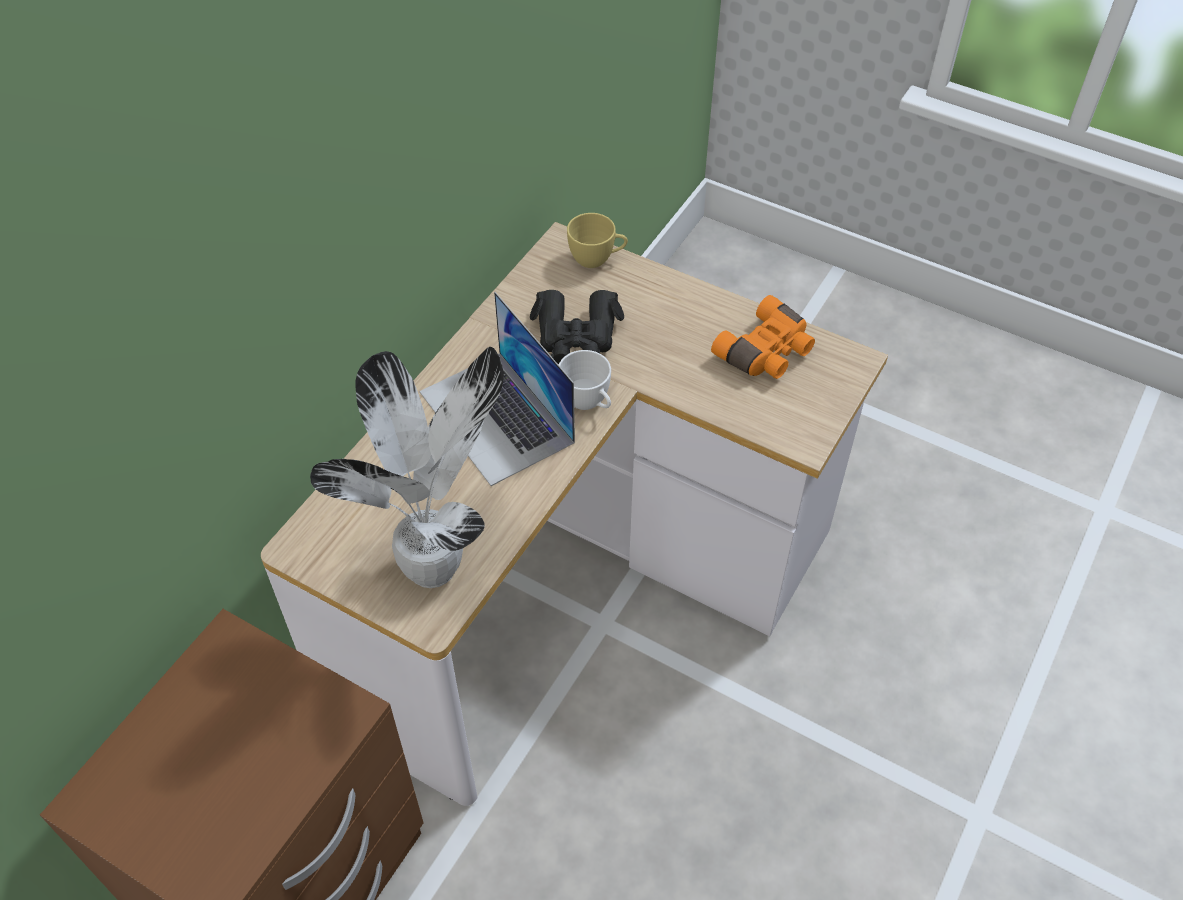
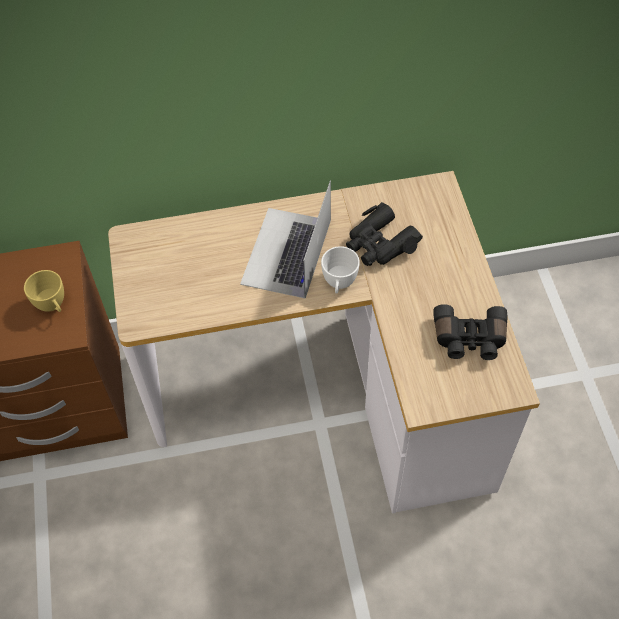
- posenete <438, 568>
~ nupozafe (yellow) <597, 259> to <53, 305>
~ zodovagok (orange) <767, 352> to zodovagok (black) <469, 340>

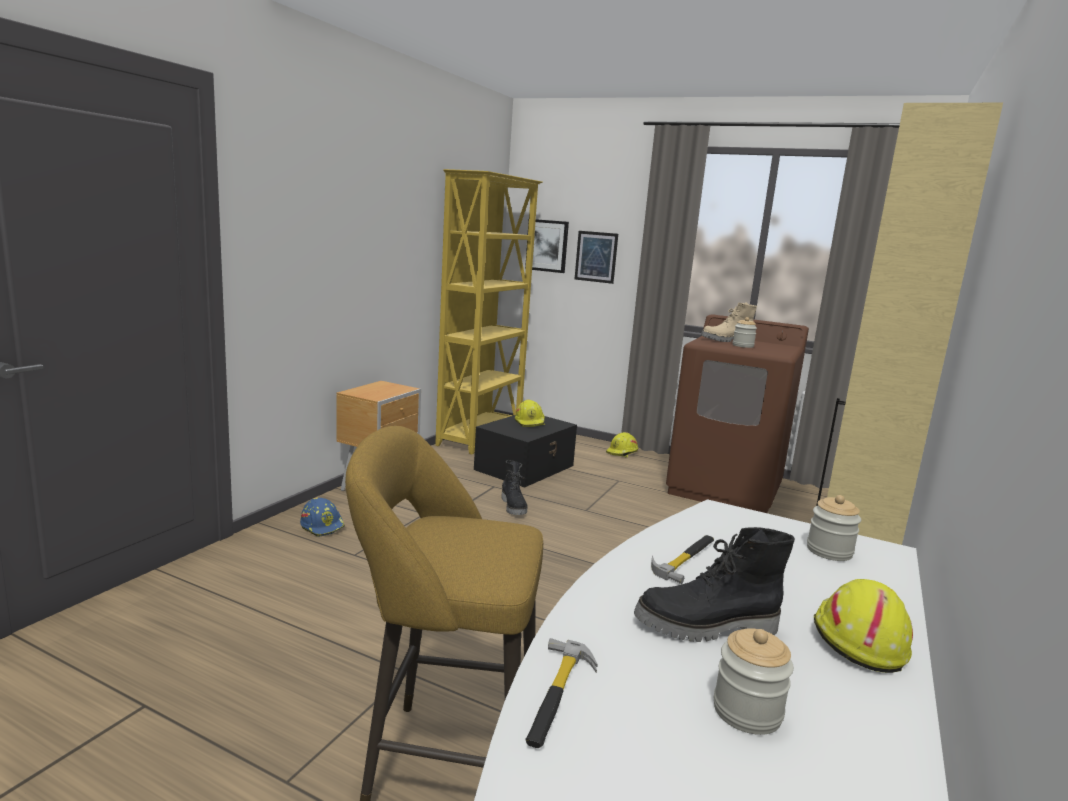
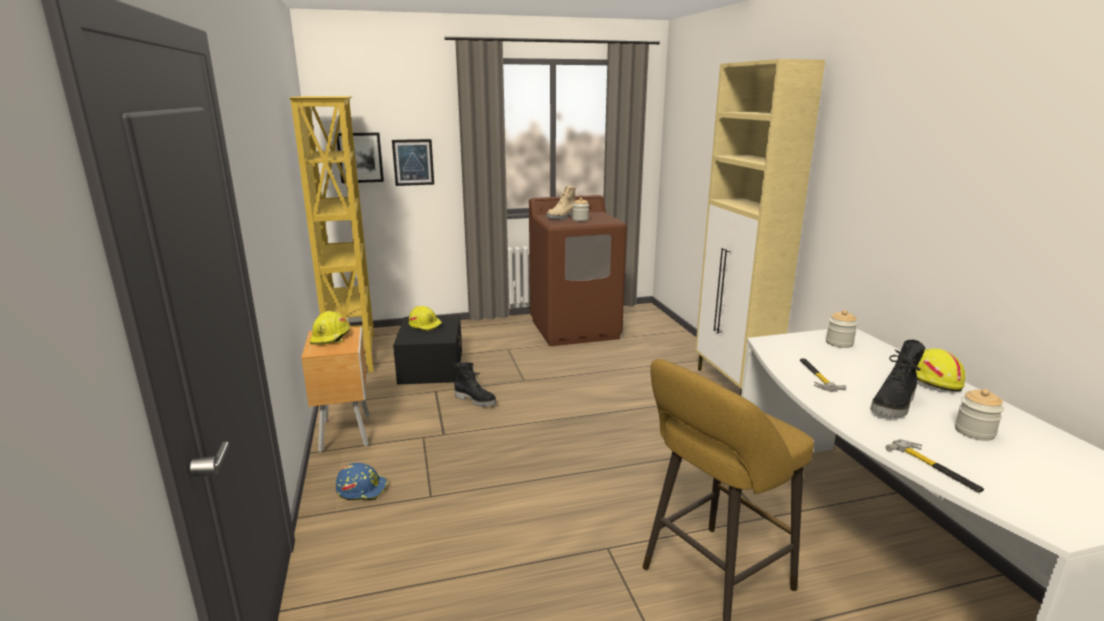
~ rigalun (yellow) <622, 452> to <331, 337>

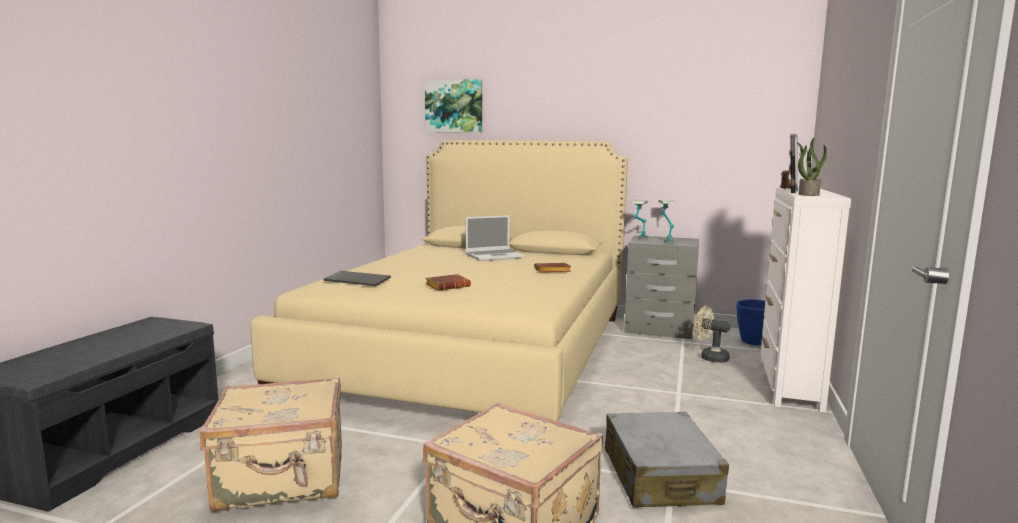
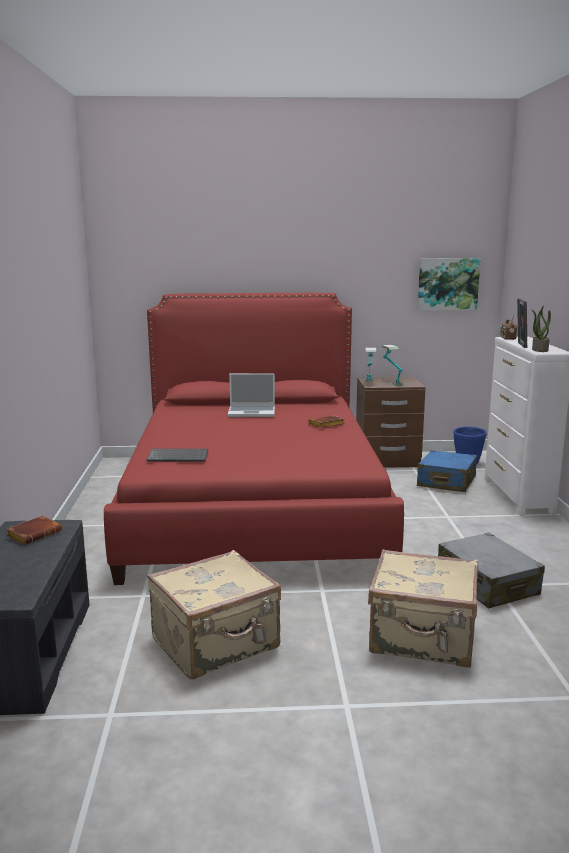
~ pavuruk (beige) <474, 352> to pavuruk (red) <253, 505>
~ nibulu <454, 106> to <448, 284>
~ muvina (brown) <448, 286> to <34, 534>
~ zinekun <494, 256> = <252, 412> 45 degrees clockwise
~ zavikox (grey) <659, 329> to zavikox (brown) <387, 460>
~ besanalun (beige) <709, 357> to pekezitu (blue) <446, 482>

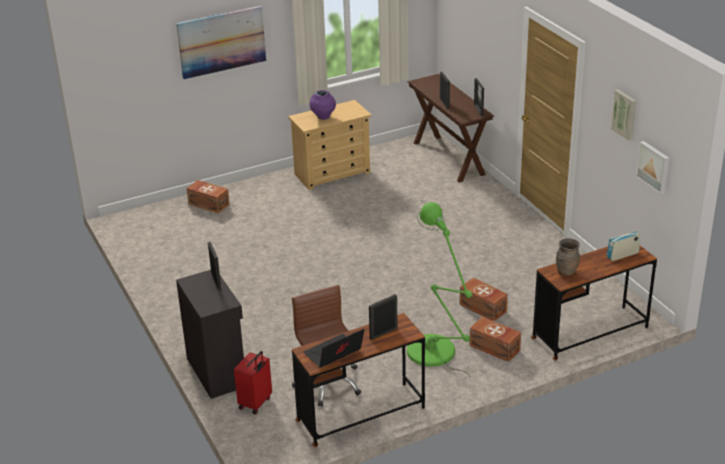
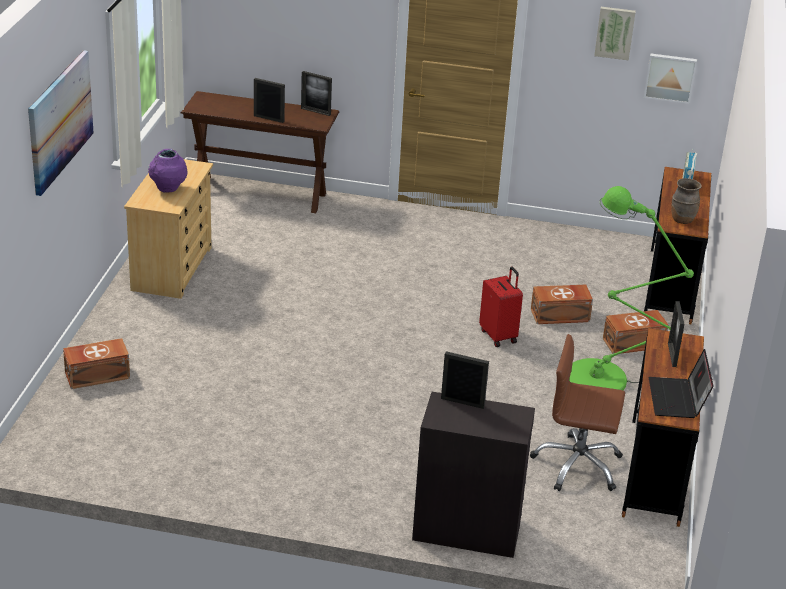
~ pekezitu (red) <256, 403> to <499, 336>

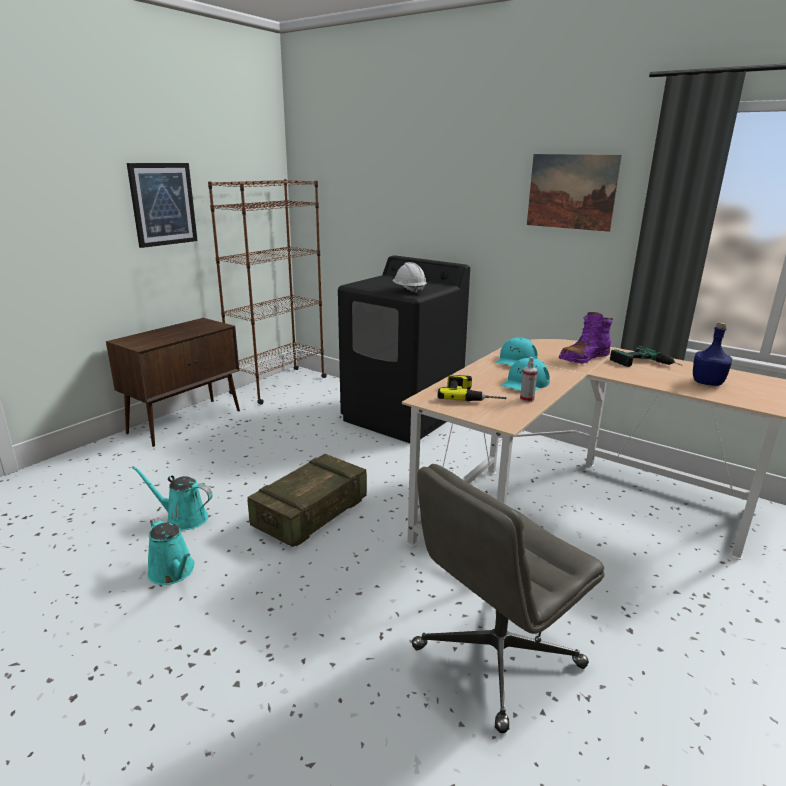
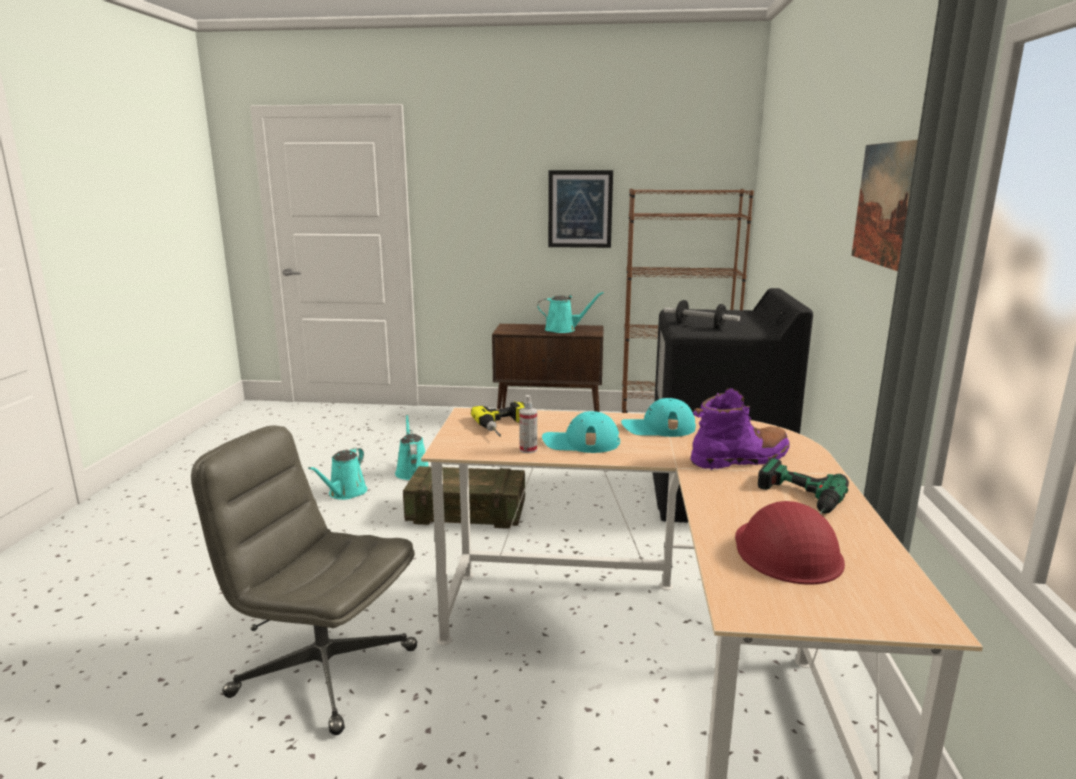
~ rigalun (white) <409, 290> to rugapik <700, 325>
~ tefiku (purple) <583, 358> = <740, 459> 135 degrees clockwise
~ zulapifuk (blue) <707, 383> to rigalun (red) <787, 551>
+ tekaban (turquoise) <563, 329>

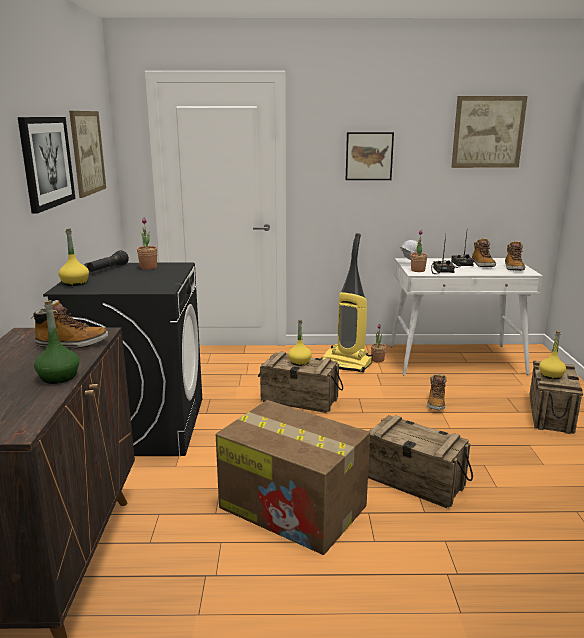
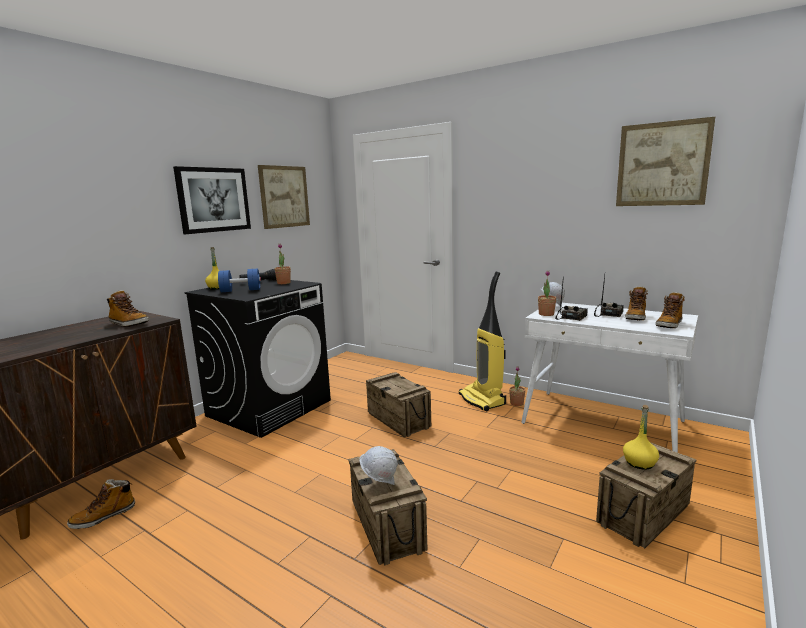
- zulapifuk (green) <58, 377>
- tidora <294, 507>
- zulapifuk (yellow) <299, 362>
- nibulu <369, 156>
~ tefiku <436, 403> to <104, 517>
+ rugapik (blue) <241, 290>
+ rigalun (white) <379, 483>

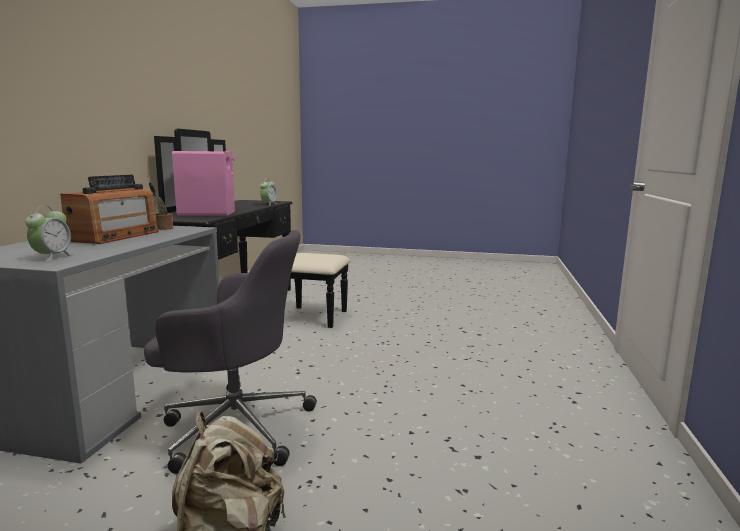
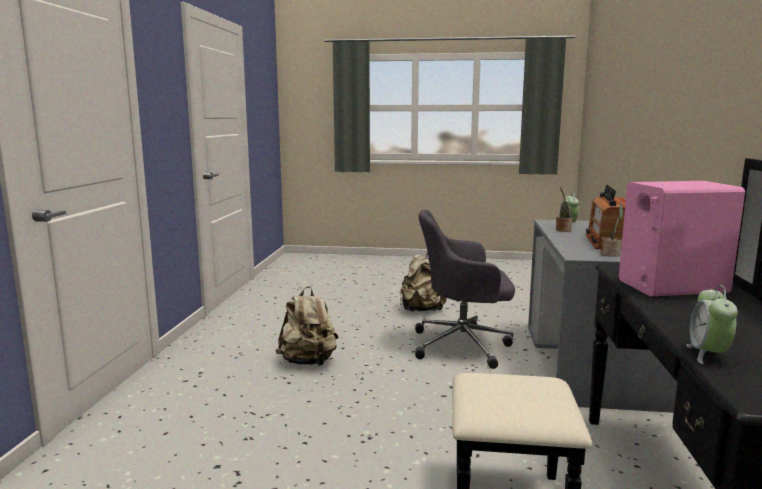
+ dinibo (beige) <308, 362>
+ posenete <562, 230>

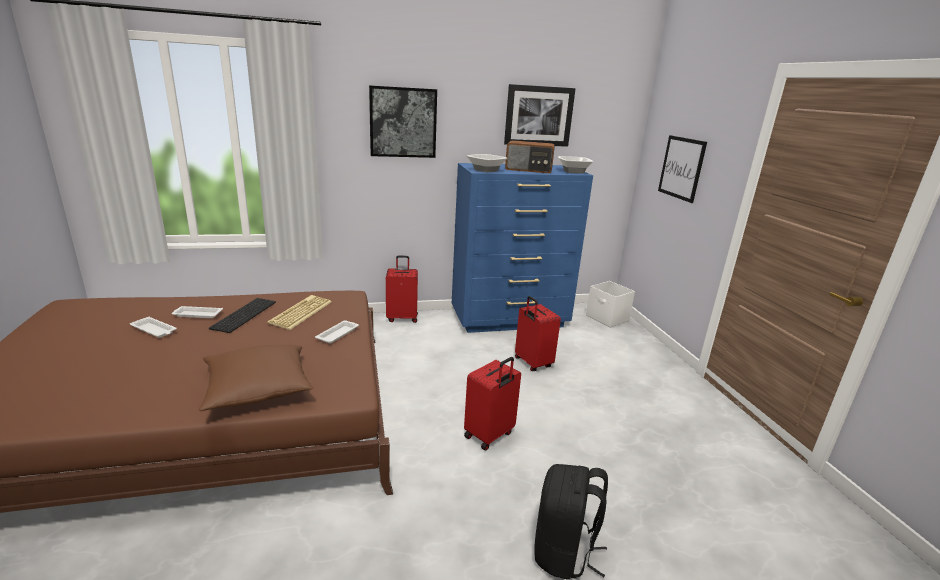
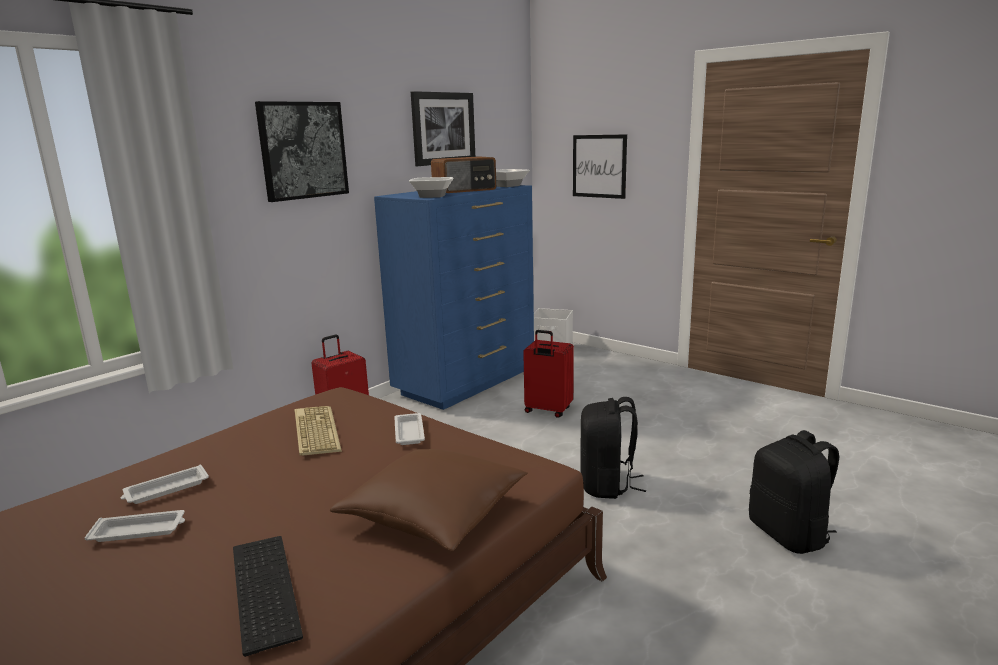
~ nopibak <243, 314> to <261, 589>
~ pekezitu (red) <489, 435> to dinibo (black) <607, 485>

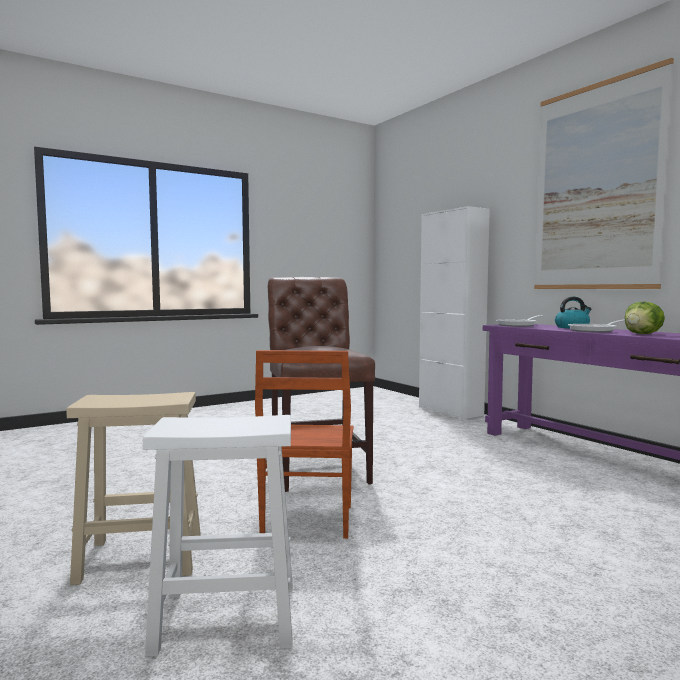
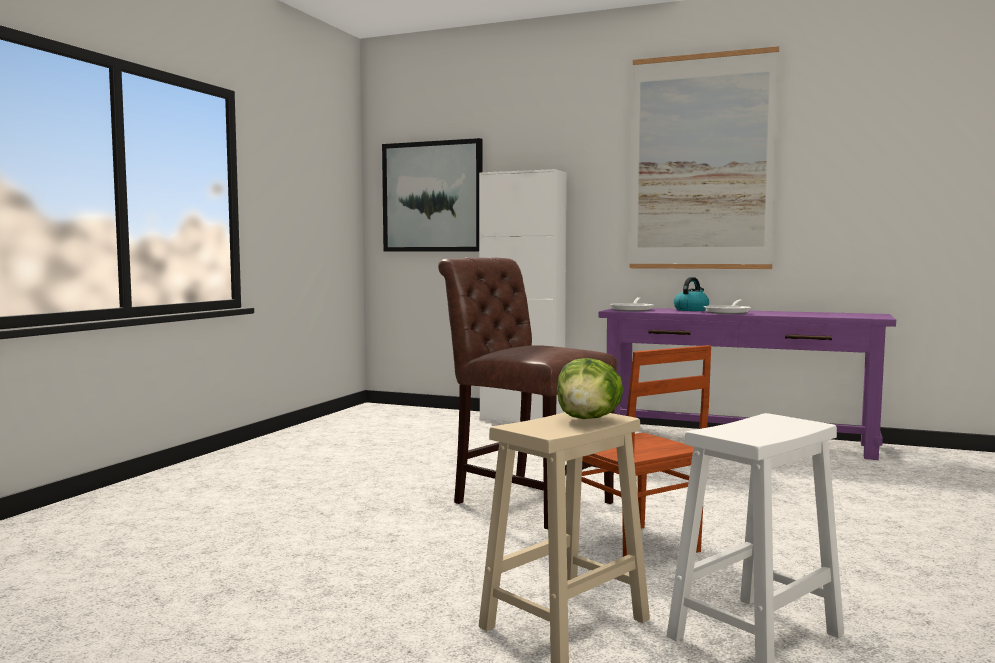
~ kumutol <643, 334> to <588, 419>
+ nibulu <432, 197>

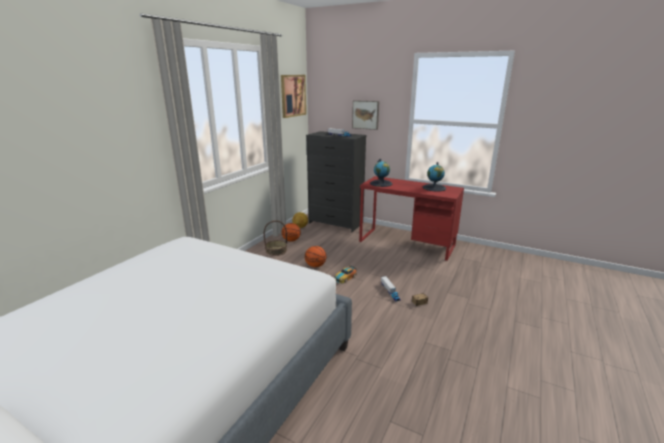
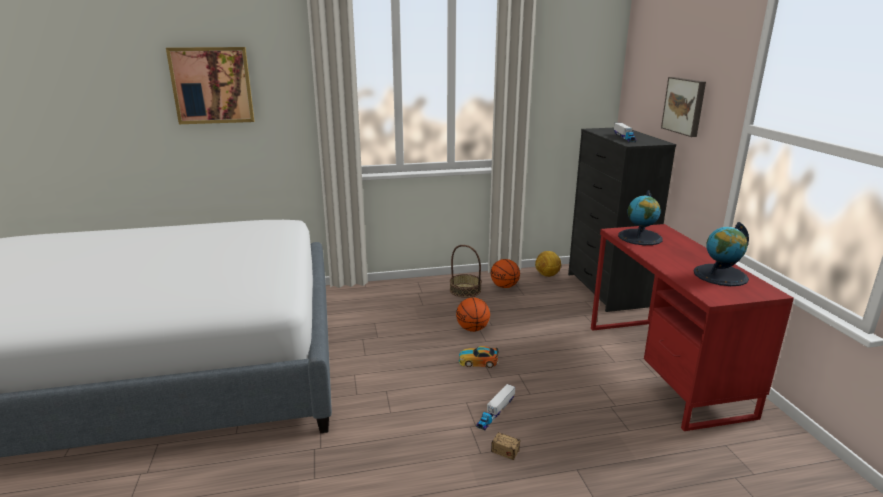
~ nibulu <293, 95> to <212, 85>

